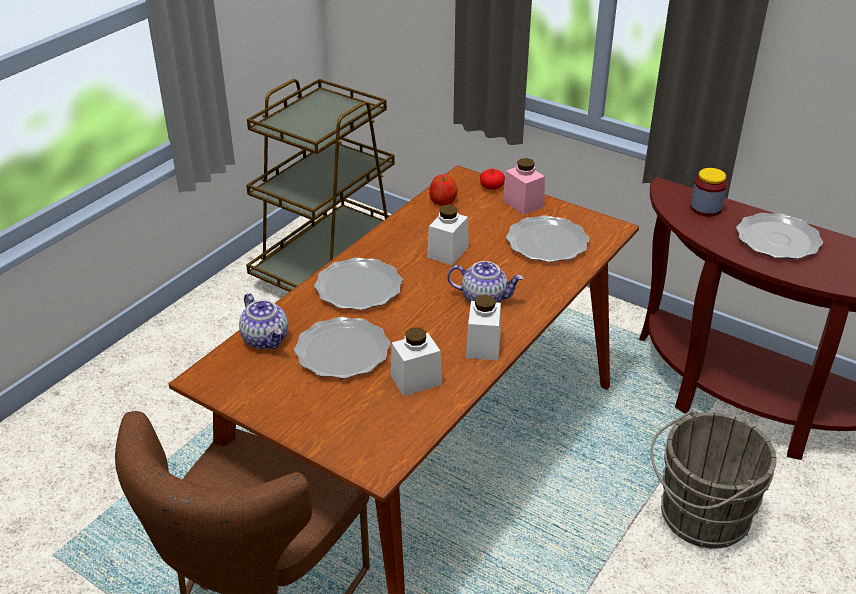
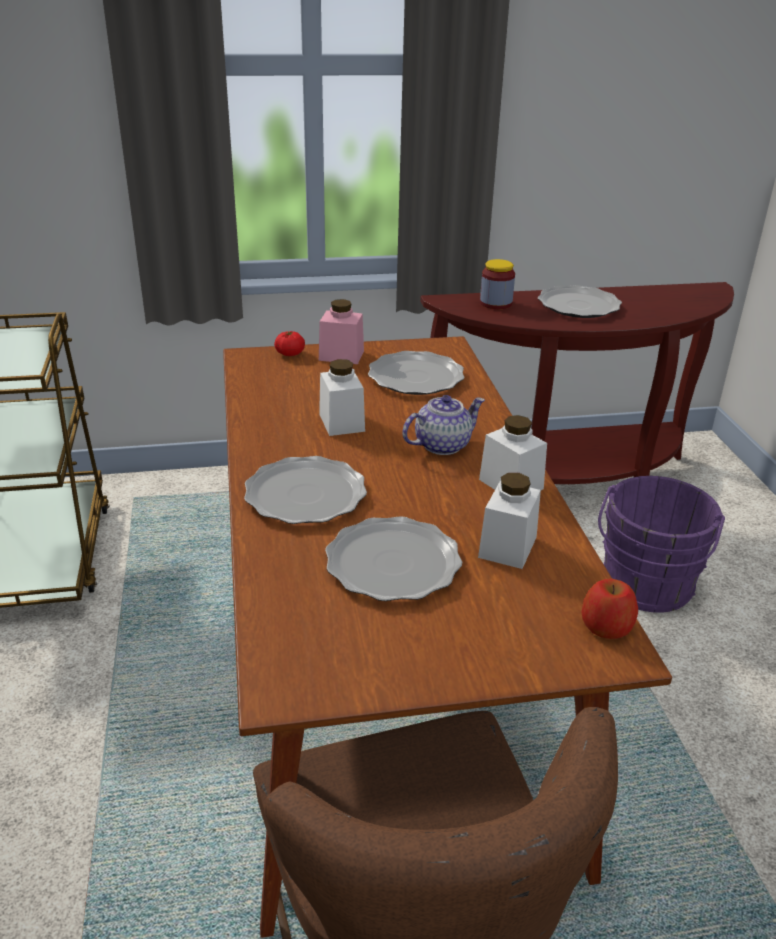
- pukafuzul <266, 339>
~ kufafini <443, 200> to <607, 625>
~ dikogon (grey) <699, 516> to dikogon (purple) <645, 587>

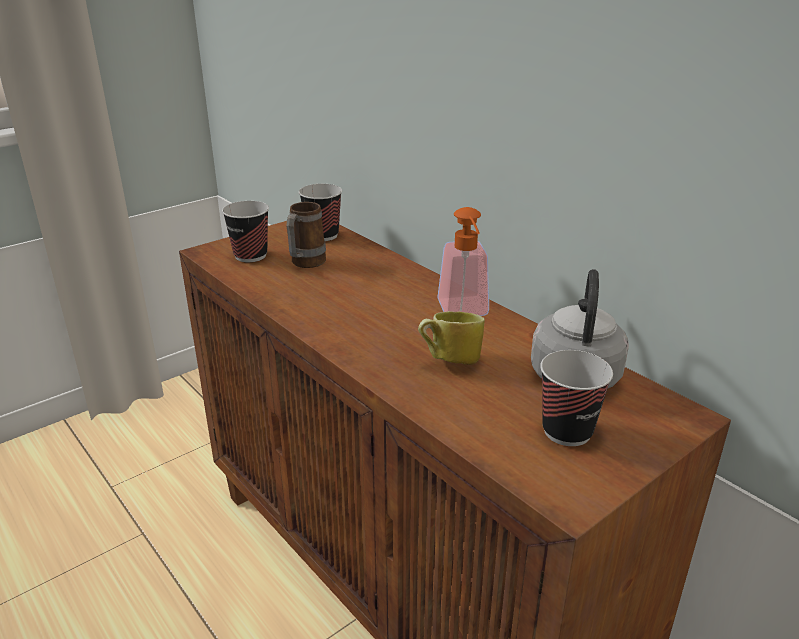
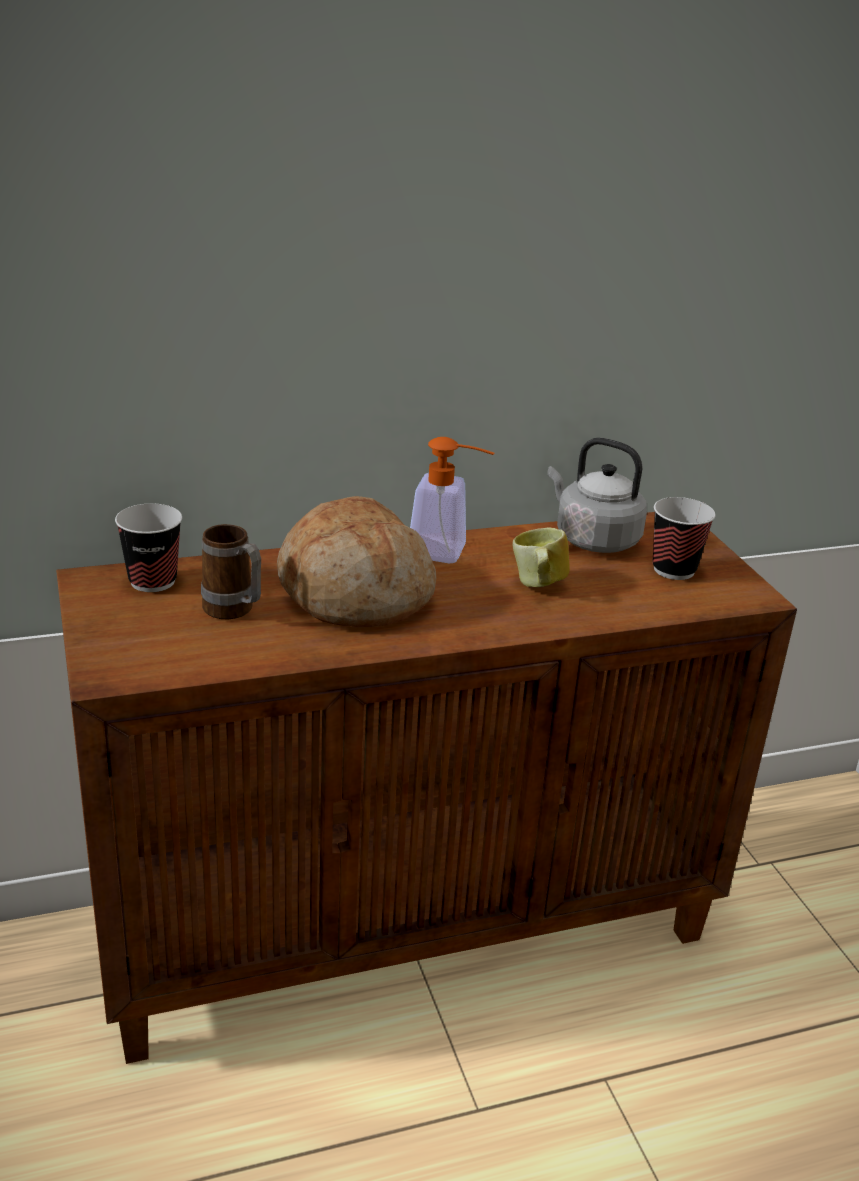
- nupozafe <250, 256>
+ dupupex <355, 592>

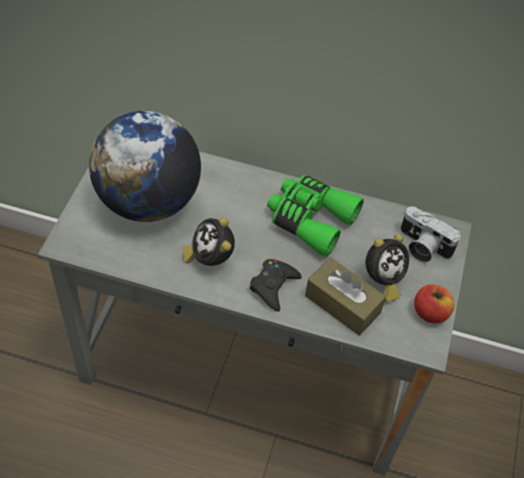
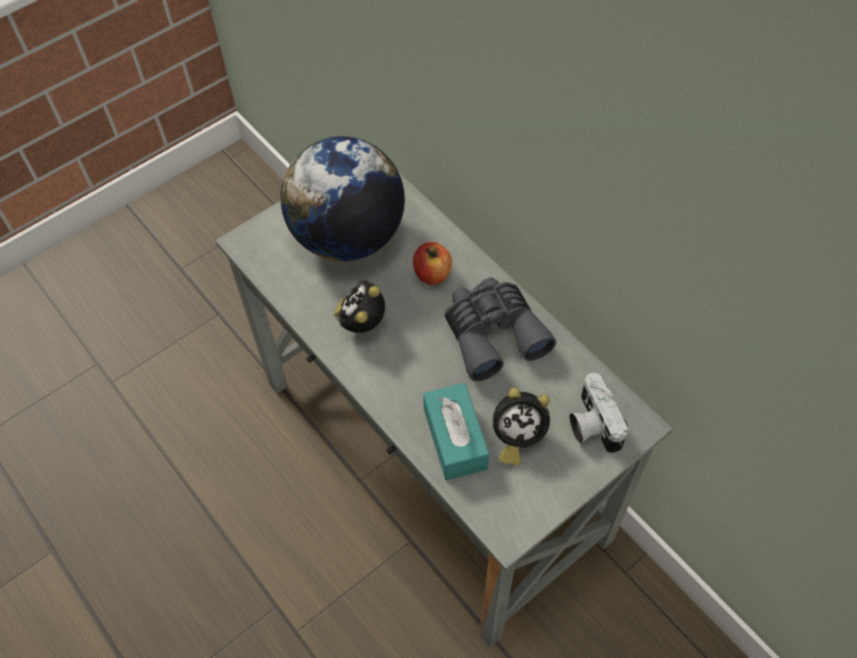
- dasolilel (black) <273, 286>
~ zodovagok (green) <310, 219> to zodovagok (grey) <493, 333>
~ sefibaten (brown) <342, 304> to sefibaten (turquoise) <455, 438>
~ kufafini <430, 312> to <432, 274>

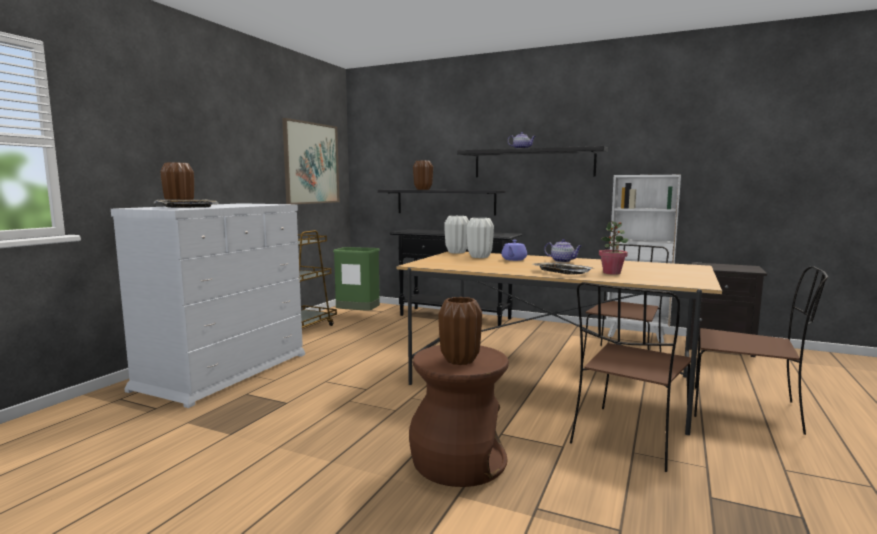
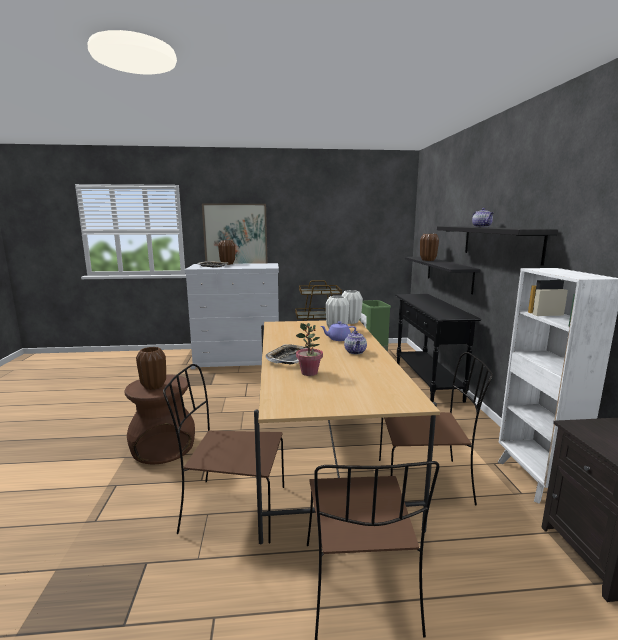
~ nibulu <311, 163> to <235, 235>

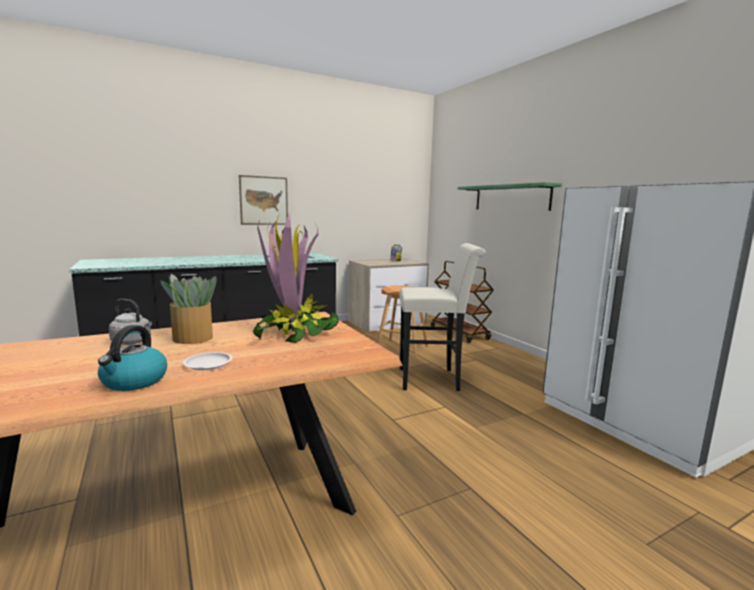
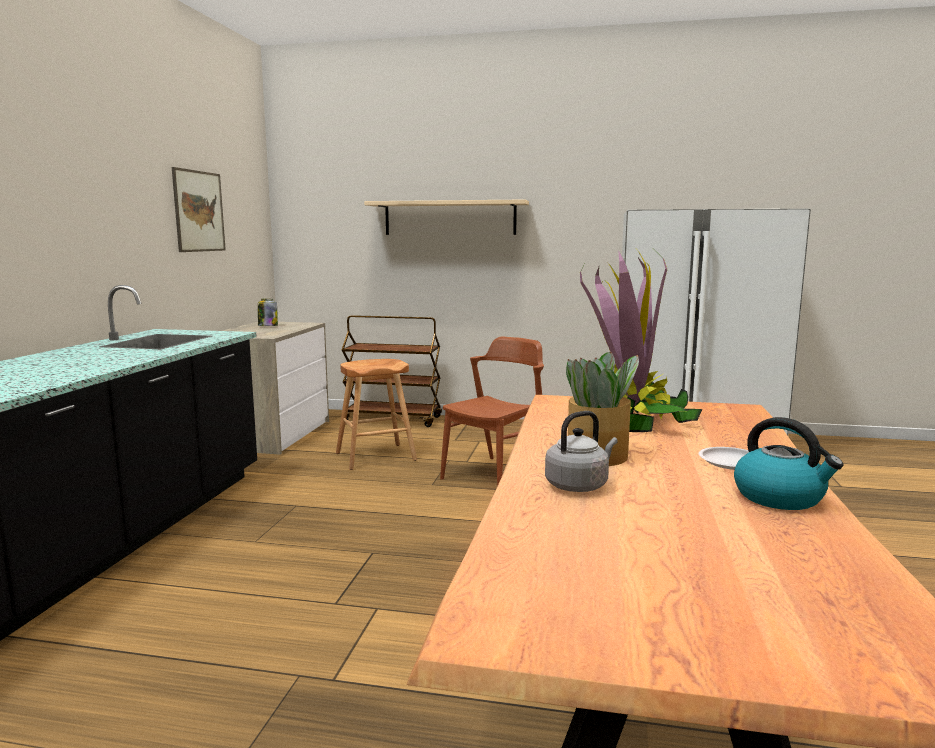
~ nibulu <264, 200> to <199, 211>
~ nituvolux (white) <434, 379> to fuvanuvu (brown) <495, 475>
~ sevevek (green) <511, 198> to sevevek (beige) <450, 218>

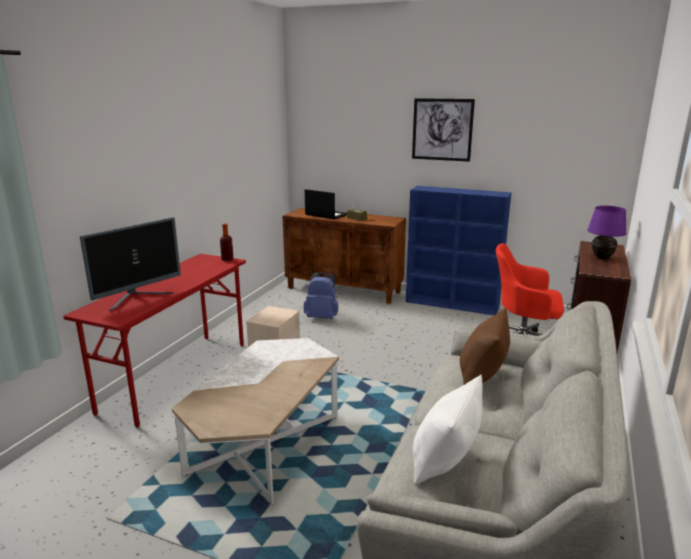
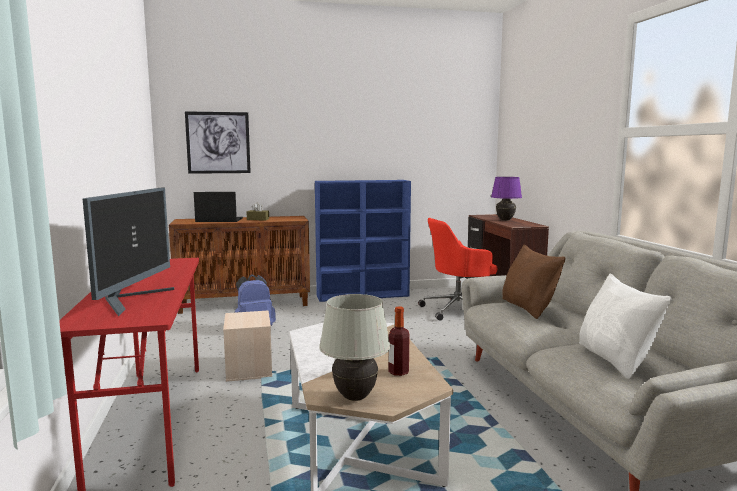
~ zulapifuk <227, 260> to <398, 372>
~ nibulu <442, 129> to <218, 142>
+ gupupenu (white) <354, 397>

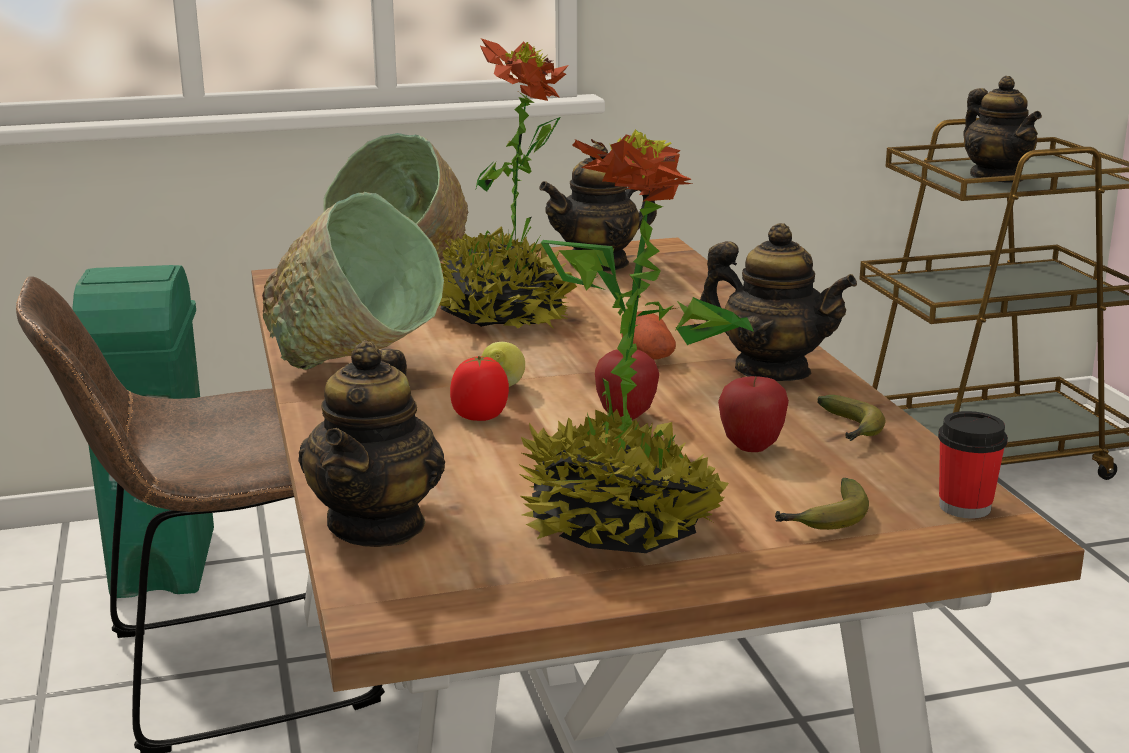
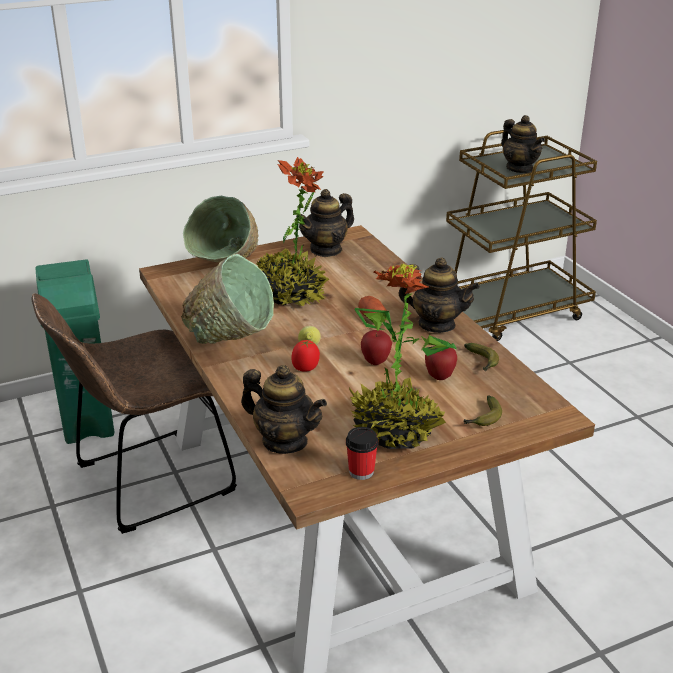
~ pukafuzul <377, 525> = <285, 441> 60 degrees counterclockwise
~ nupozafe <965, 507> to <361, 471>

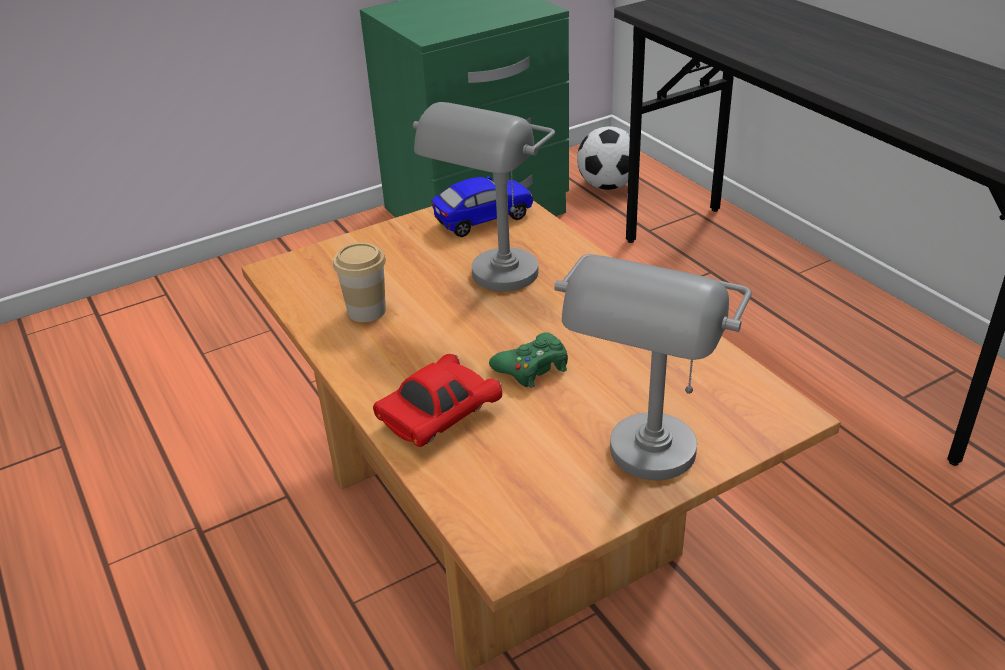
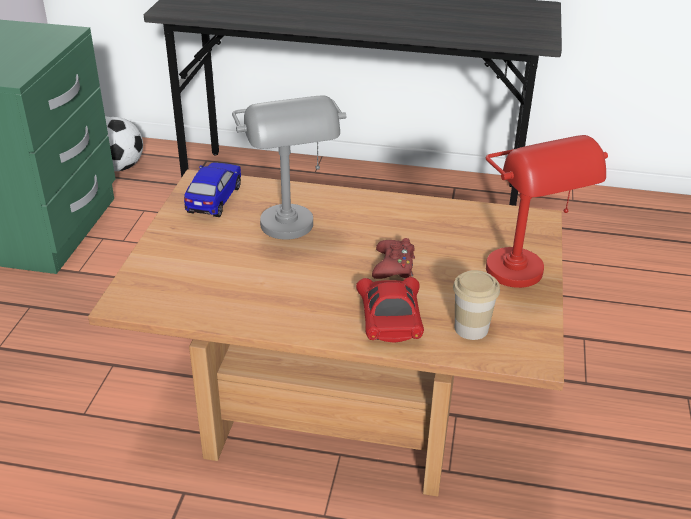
~ nupozafe <366, 311> to <471, 328>
~ dasolilel (green) <532, 368> to dasolilel (red) <393, 266>
~ gupupenu (grey) <645, 471> to gupupenu (red) <526, 281>

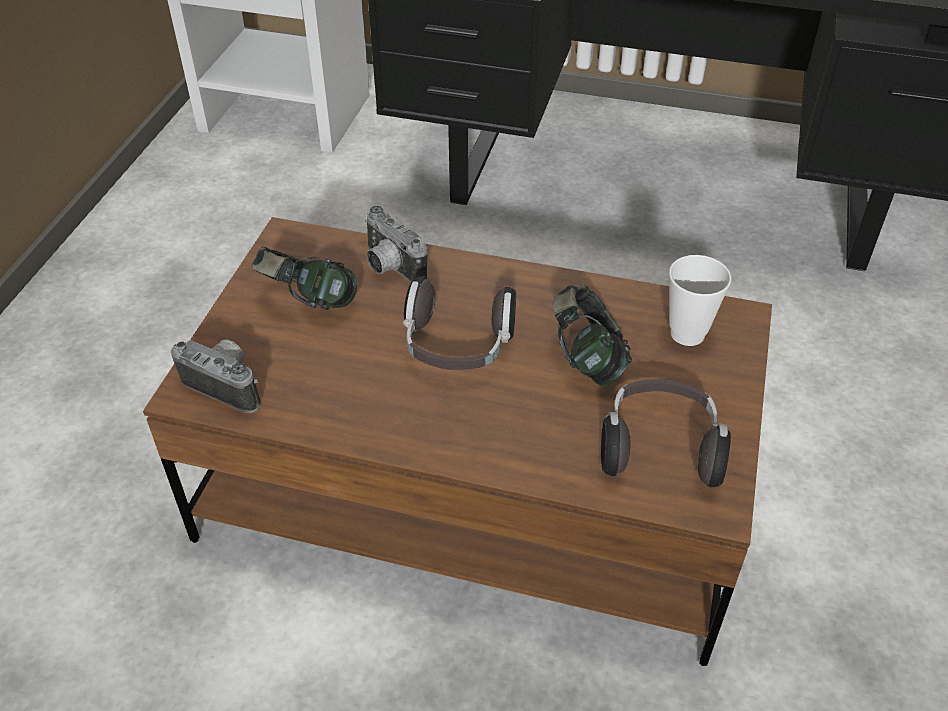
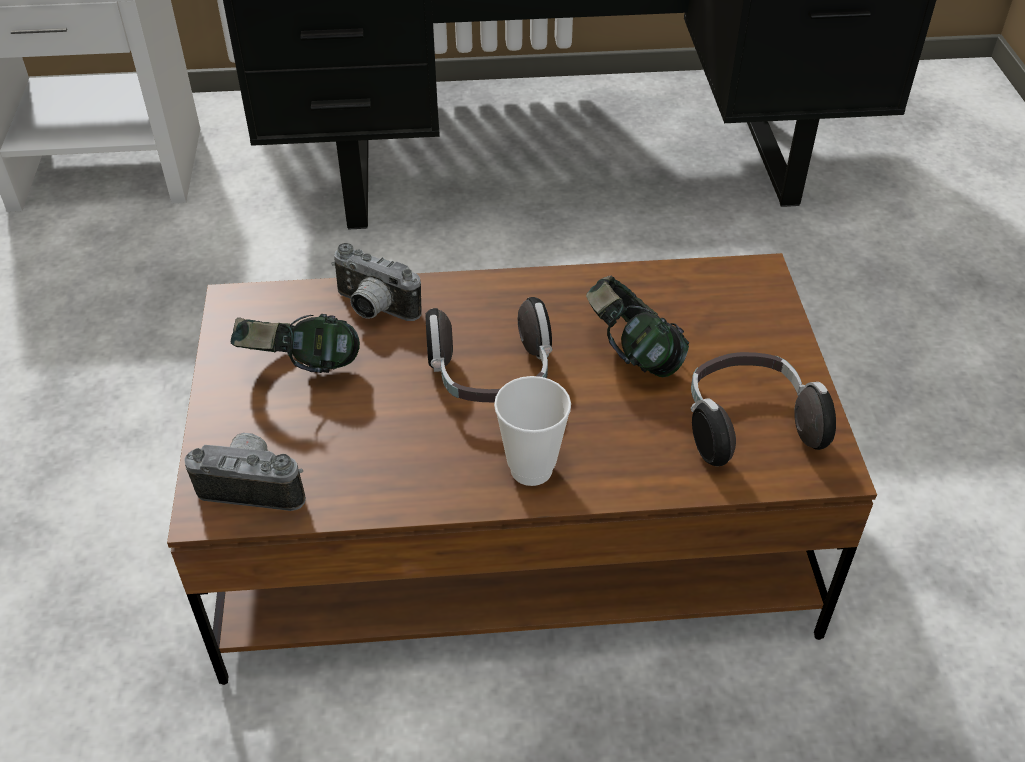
~ nupozafe <687, 334> to <531, 469>

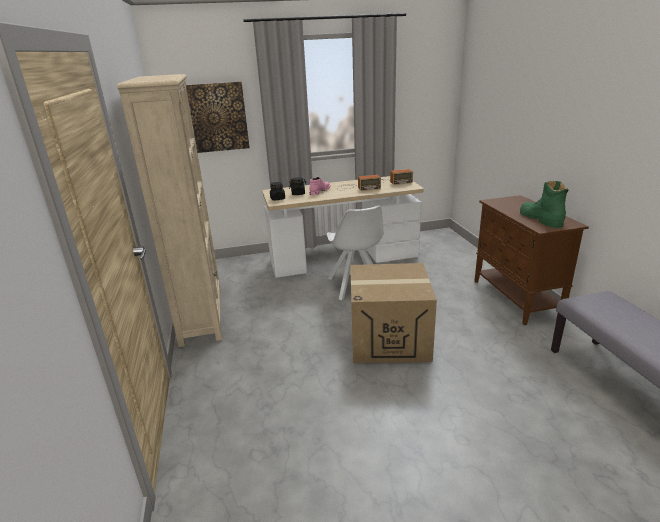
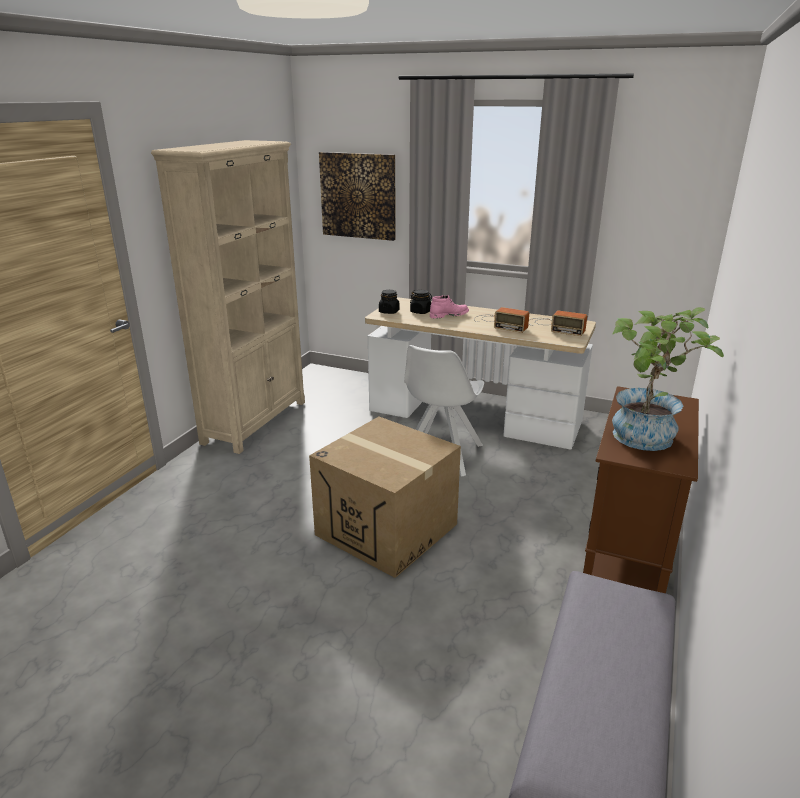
~ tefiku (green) <540, 219> to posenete <644, 441>

